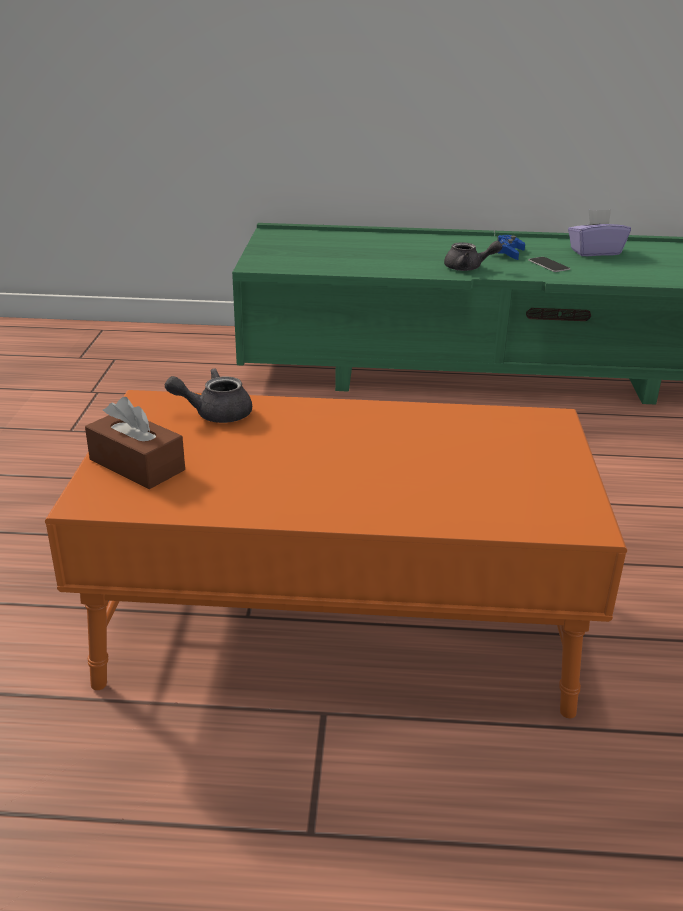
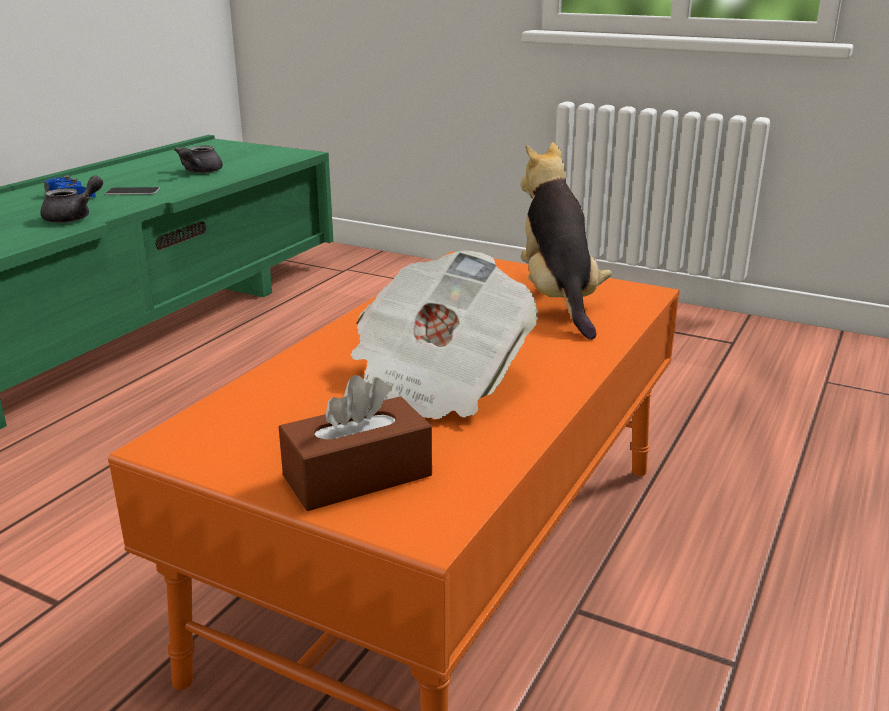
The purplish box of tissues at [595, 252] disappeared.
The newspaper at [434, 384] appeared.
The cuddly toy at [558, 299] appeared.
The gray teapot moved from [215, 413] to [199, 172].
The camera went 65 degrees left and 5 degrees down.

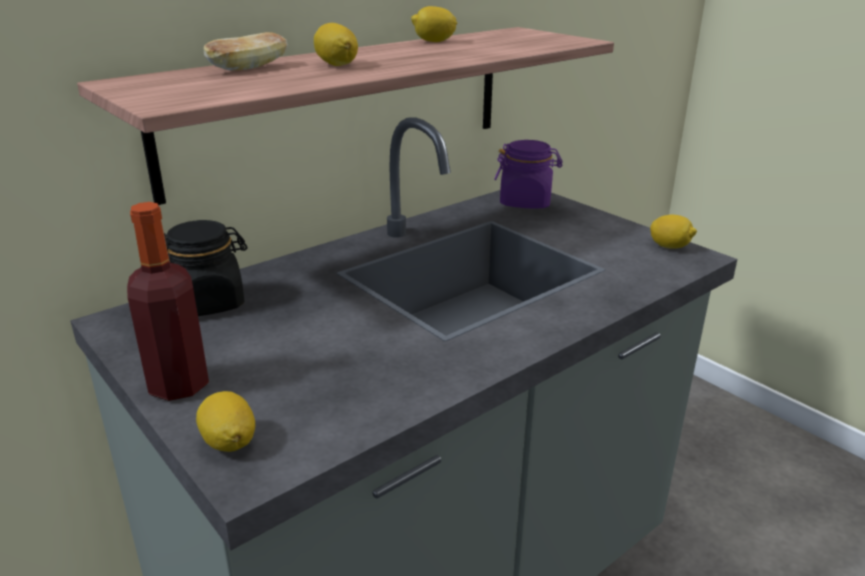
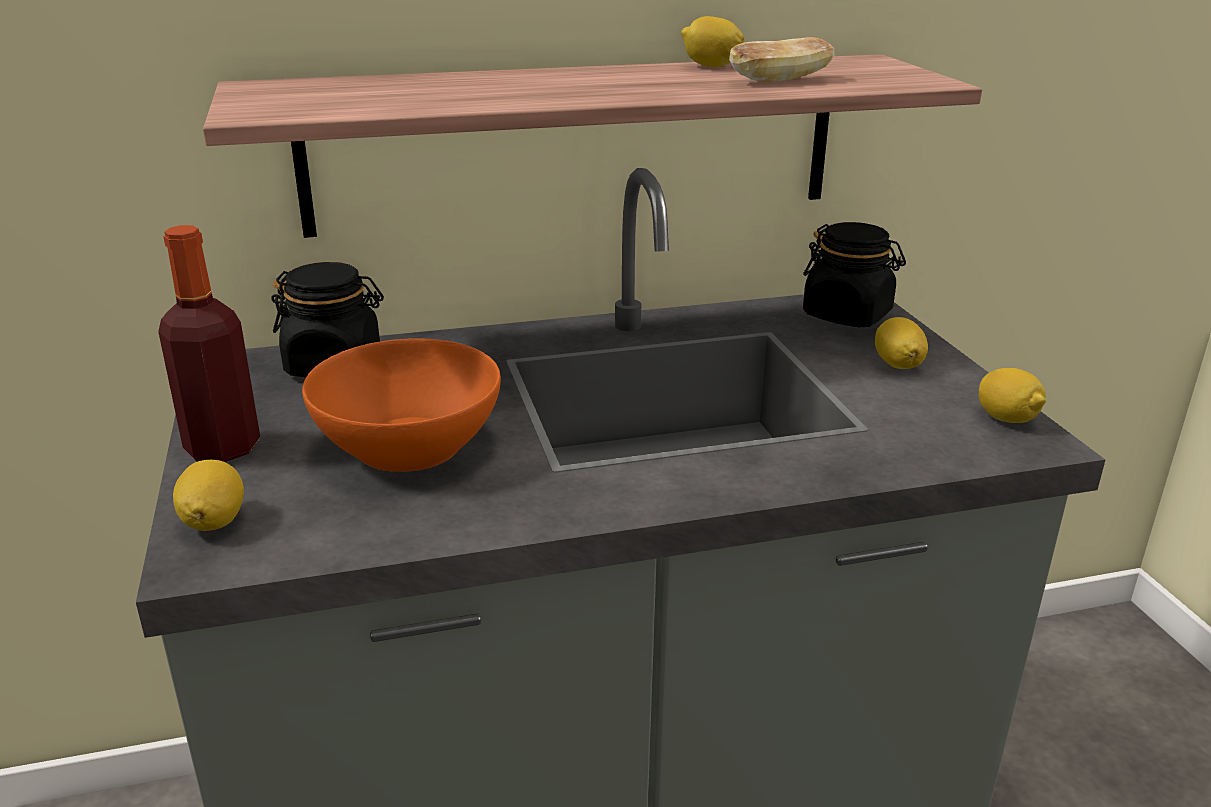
The orange-coloured serving bowl at [409, 445] appeared.
The bakery bread moved from [249, 69] to [780, 81].
The citrus fruit moved from [337, 65] to [897, 364].
The purplish storage jar at [526, 202] became the blackish storage jar at [847, 315].
The camera went 25 degrees right and 0 degrees up.

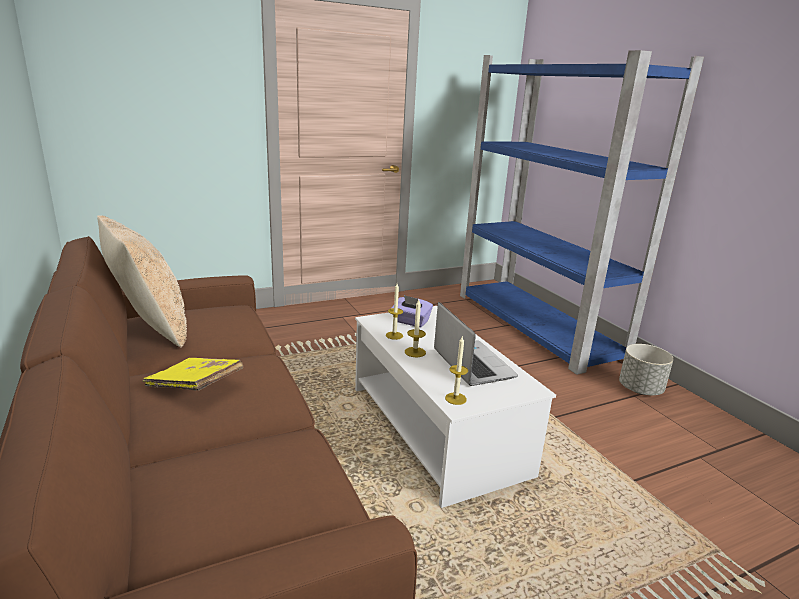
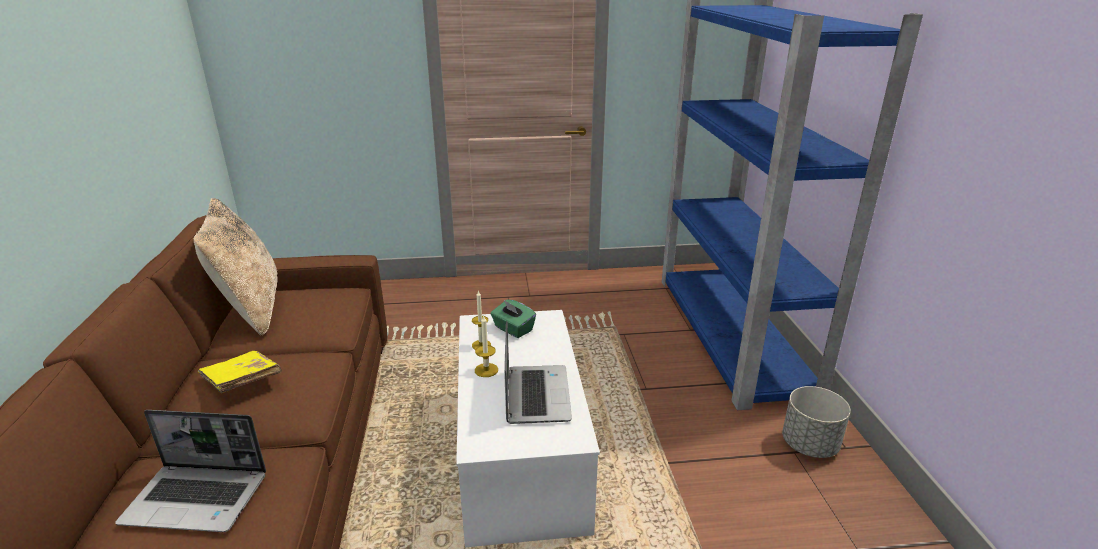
The wax candle at [455, 398] disappeared.
The portable computer at [198, 498] appeared.
The purplish box of tissues at [410, 322] became the green-coloured box of tissues at [513, 329].
The camera went 20 degrees right and 5 degrees up.

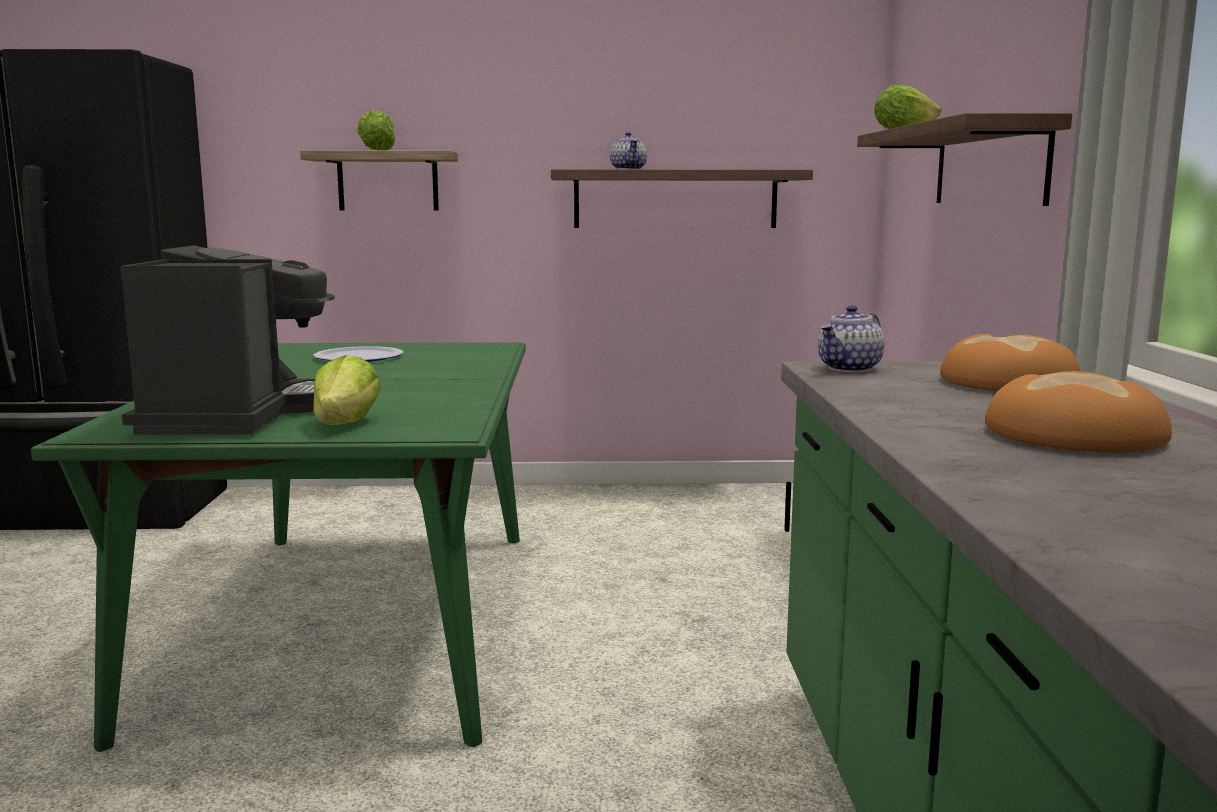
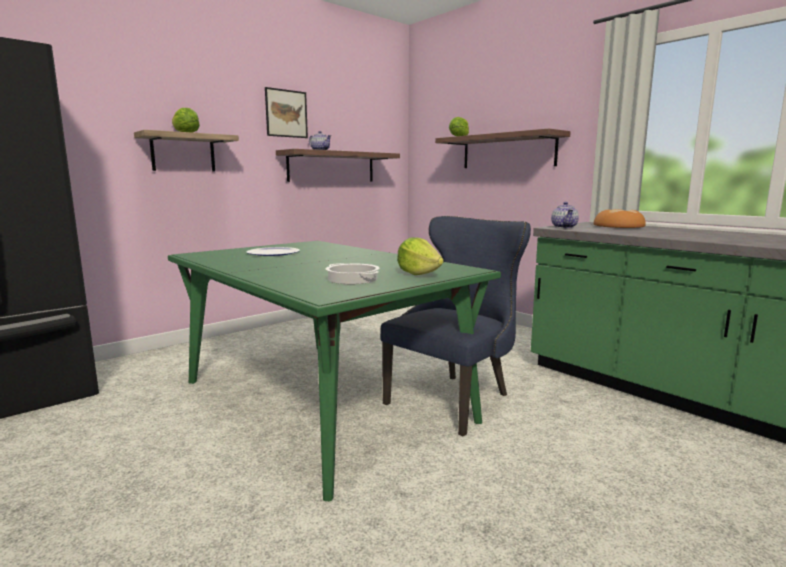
The bakery bread at [1075, 435] disappeared.
The wall picture at [286, 113] appeared.
The blue-coloured plain chair at [454, 399] appeared.
The coffee maker at [236, 415] was replaced by the cooking pot at [352, 279].
The camera went 40 degrees left and 0 degrees up.

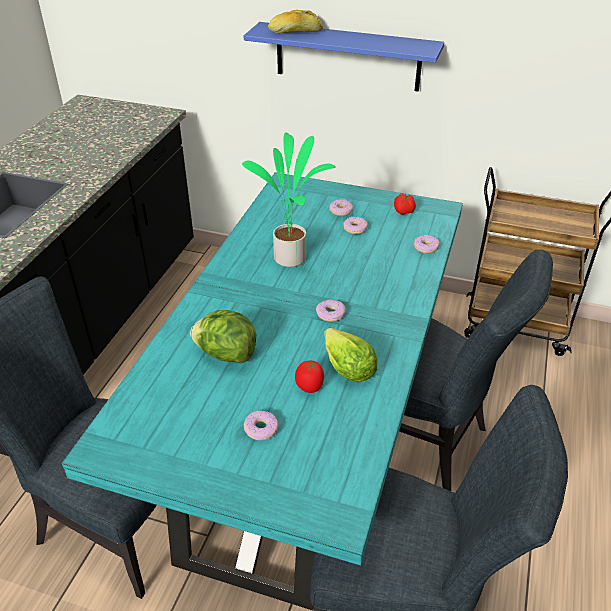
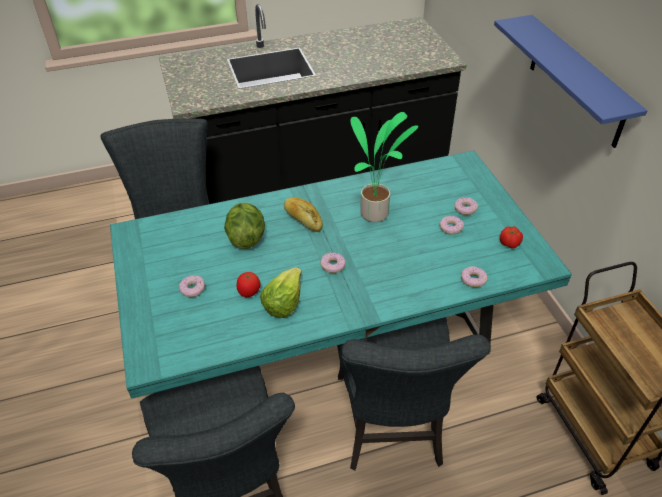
The bakery bread moved from [295, 32] to [303, 219].
The camera went 55 degrees right and 5 degrees up.

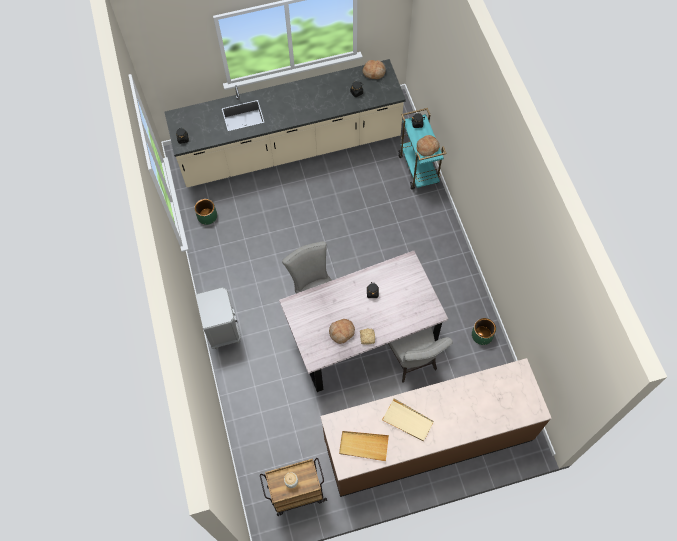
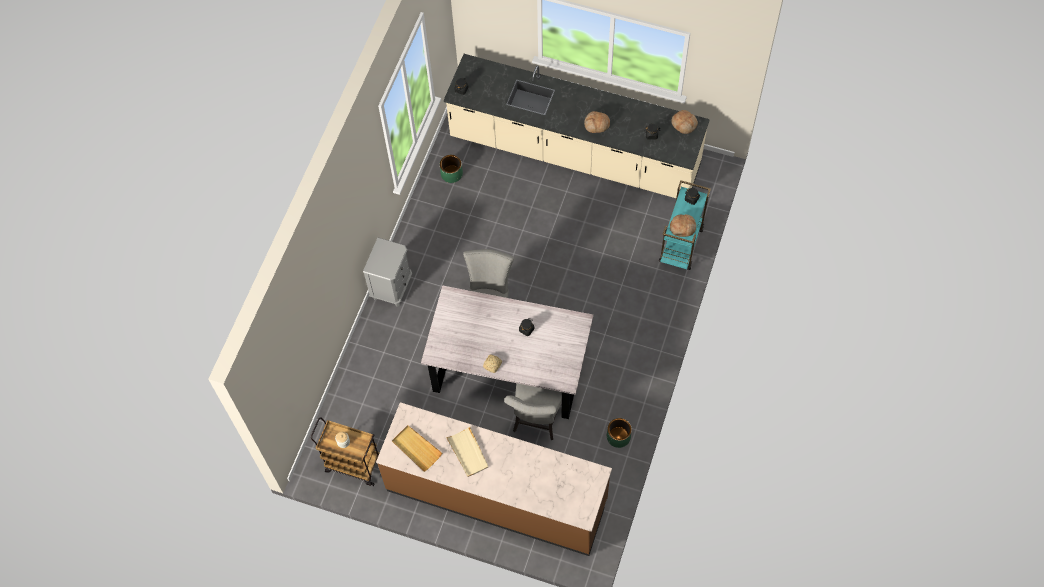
The bakery bread moved from [342, 332] to [596, 125].
The camera went 35 degrees right and 0 degrees up.

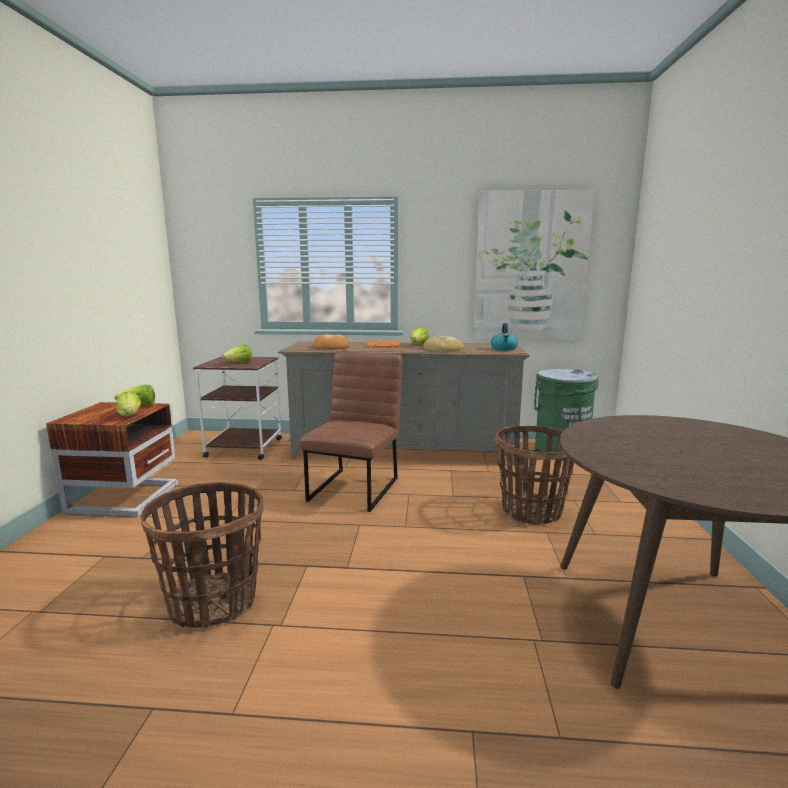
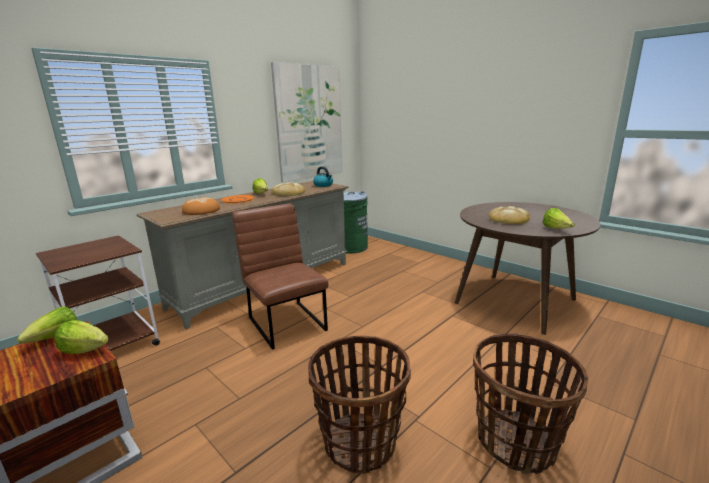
The bakery bread at [509, 219] appeared.
The lettuce head moved from [239, 363] to [556, 229].
The basket moved from [531, 510] to [516, 442].
The camera went 50 degrees left and 5 degrees up.

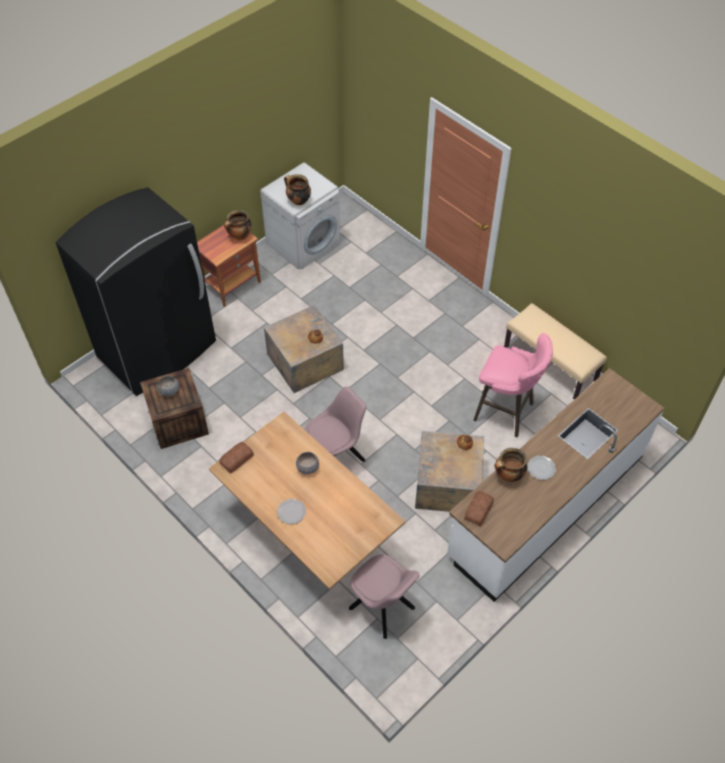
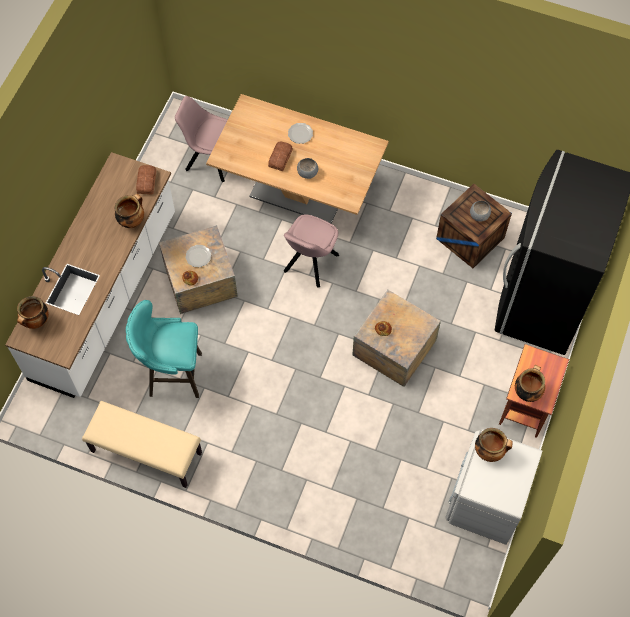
The cooking pot at [36, 321] appeared.
The bakery bread moved from [236, 459] to [281, 158].
The flat dish moved from [541, 468] to [198, 257].
The pink stool seat at [506, 412] became the turquoise-coloured stool seat at [172, 374].
The camera went 155 degrees right and 10 degrees up.

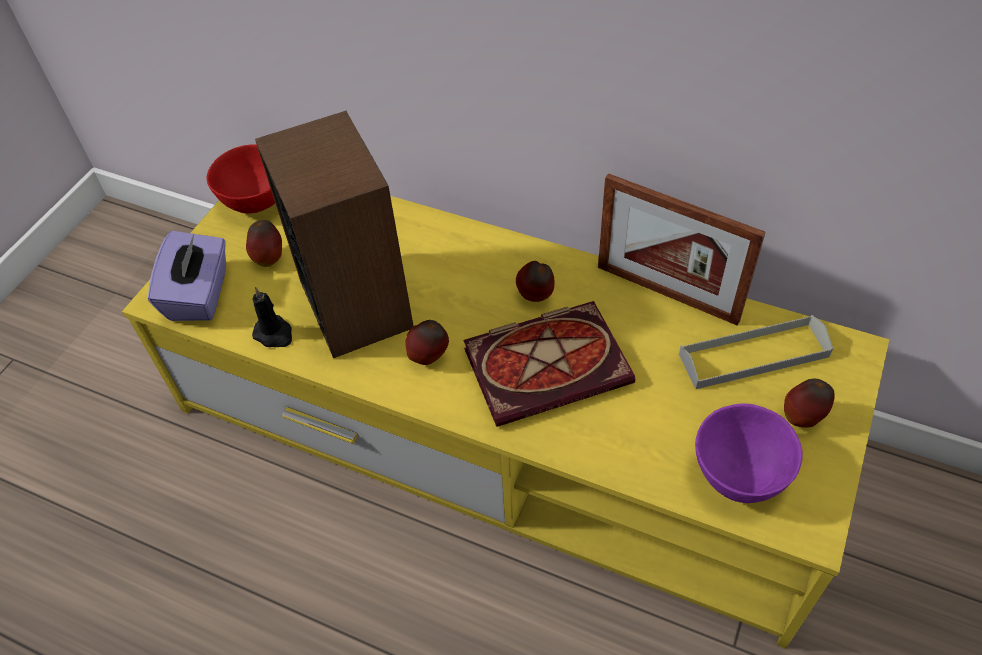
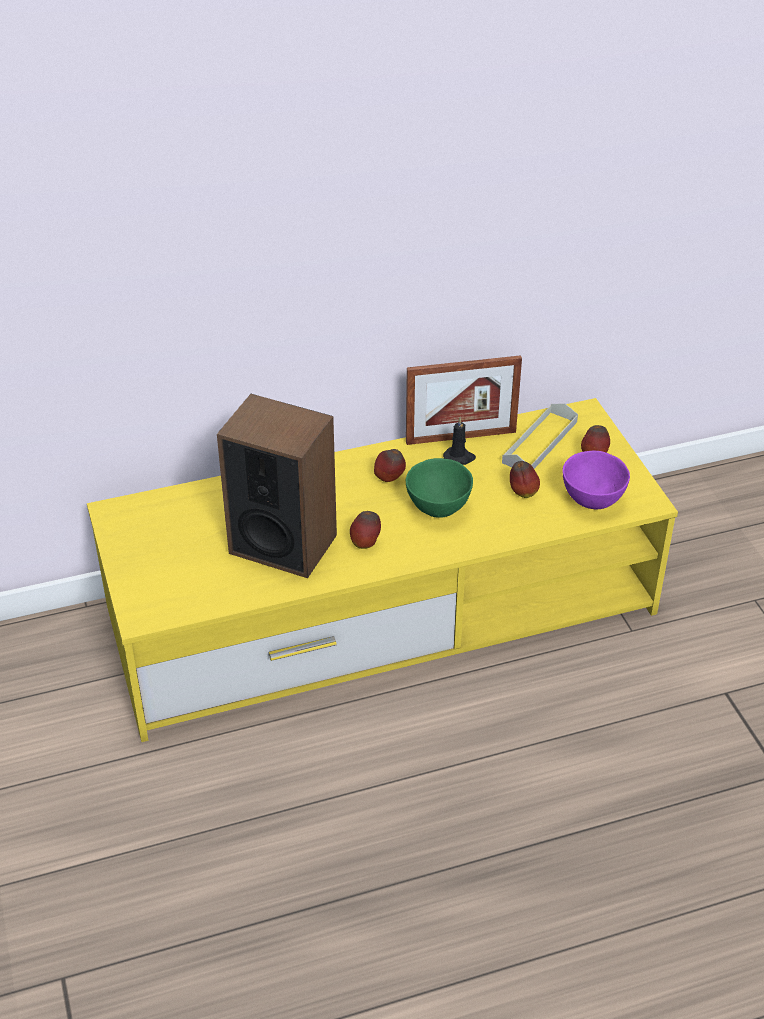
The purplish box of tissues at [200, 294] disappeared.
The reddish serving bowl at [258, 202] disappeared.
The apple fruit moved from [269, 259] to [522, 493].
The blackish wax candle moved from [274, 334] to [459, 458].
The bound book at [549, 363] was replaced by the green-coloured serving bowl at [438, 506].
The camera went 45 degrees left and 10 degrees down.

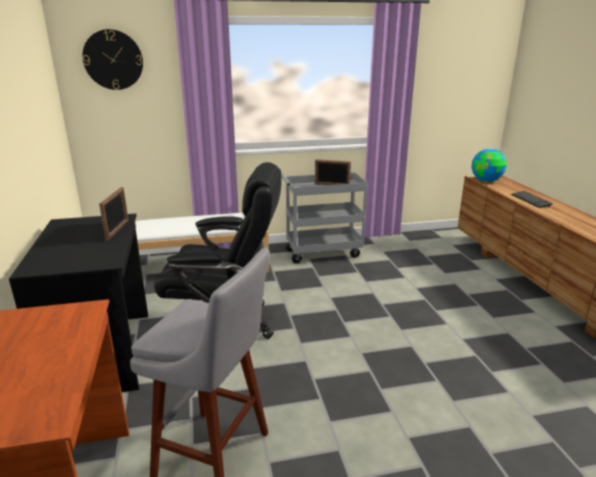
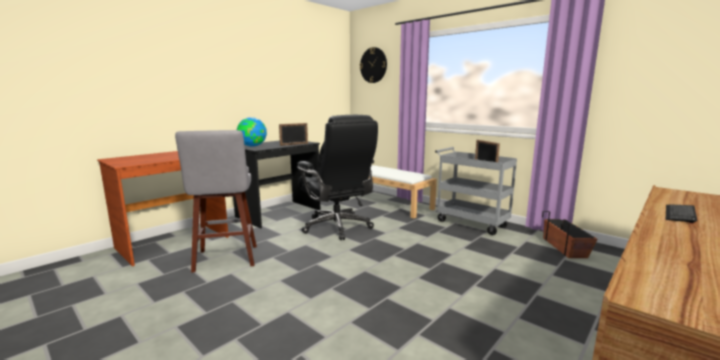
The planter at [565, 247] appeared.
The desk globe moved from [486, 180] to [252, 146].
The camera went 55 degrees right and 10 degrees down.

